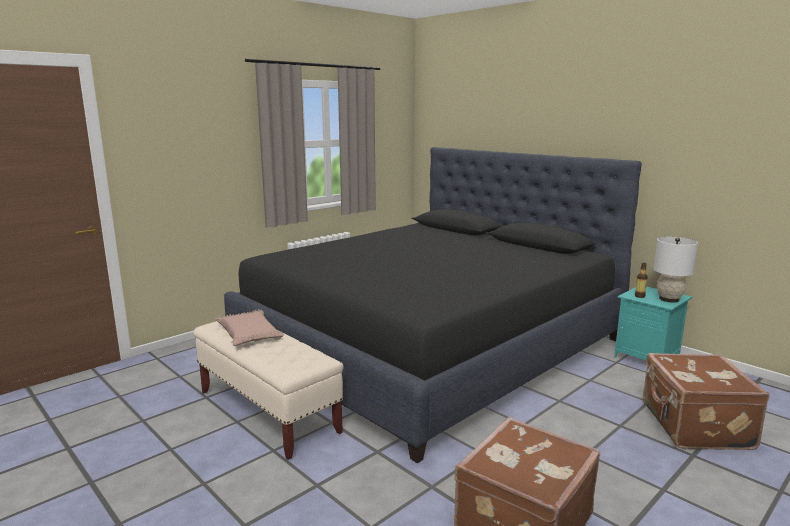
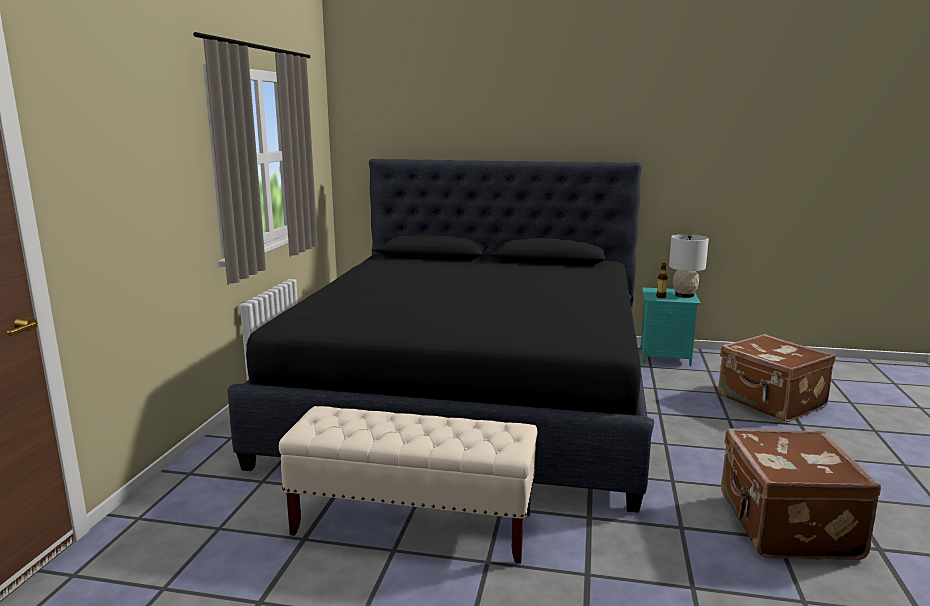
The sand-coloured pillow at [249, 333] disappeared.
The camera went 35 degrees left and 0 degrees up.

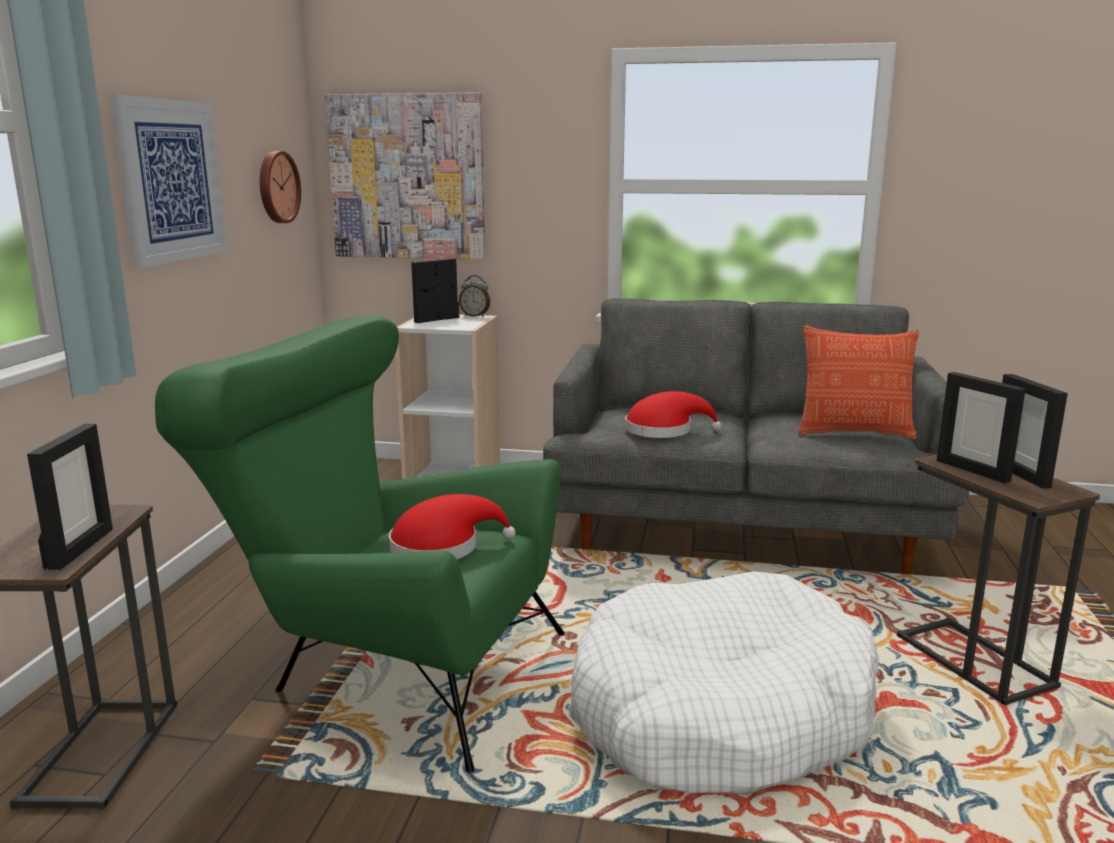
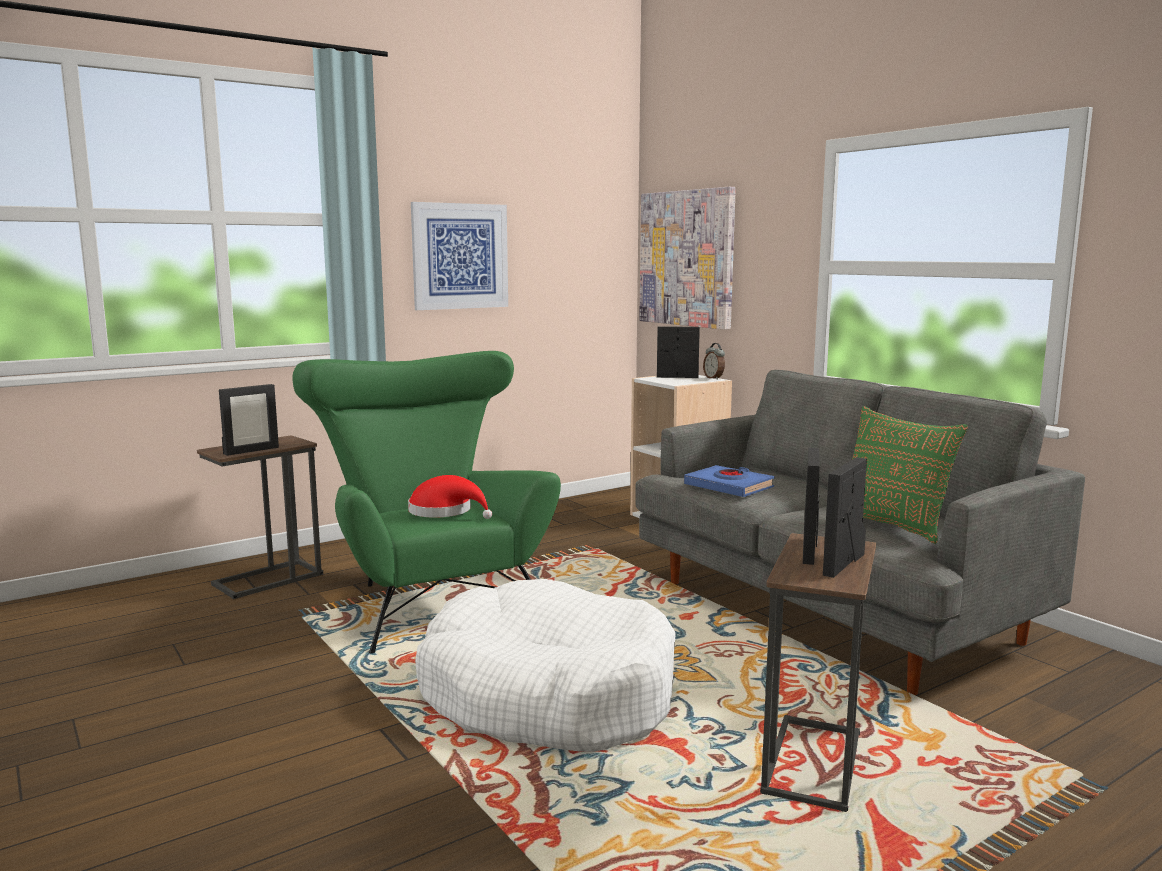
The hanging clock at [277, 187] disappeared.
The reddish hat at [664, 430] was replaced by the blue-coloured bound book at [729, 487].
The orange-coloured pillow at [854, 433] became the green-coloured pillow at [892, 526].
The camera went 45 degrees right and 5 degrees down.

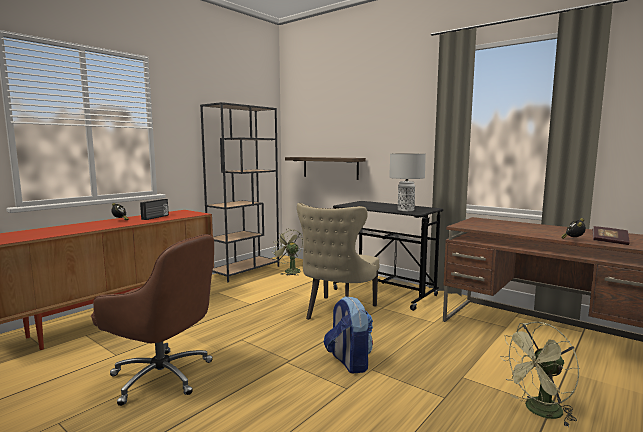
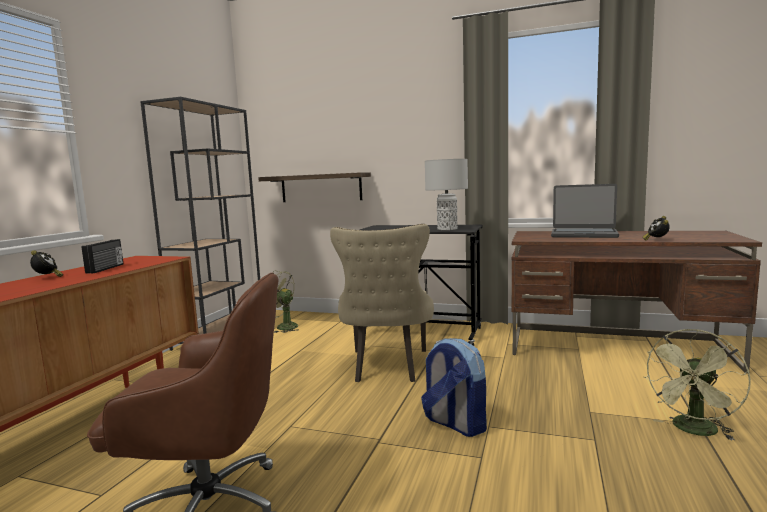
The bound book at [609, 242] disappeared.
The portable computer at [583, 234] appeared.
The camera went 20 degrees left and 0 degrees up.

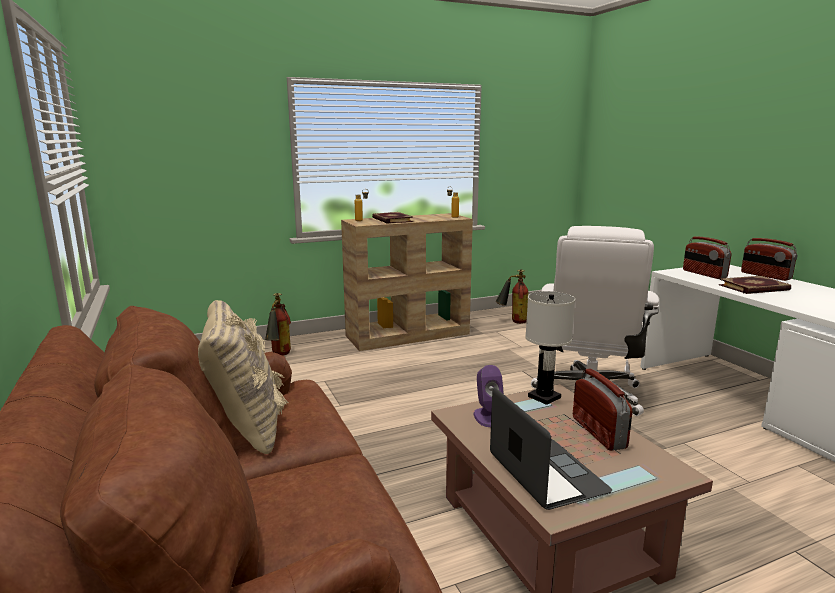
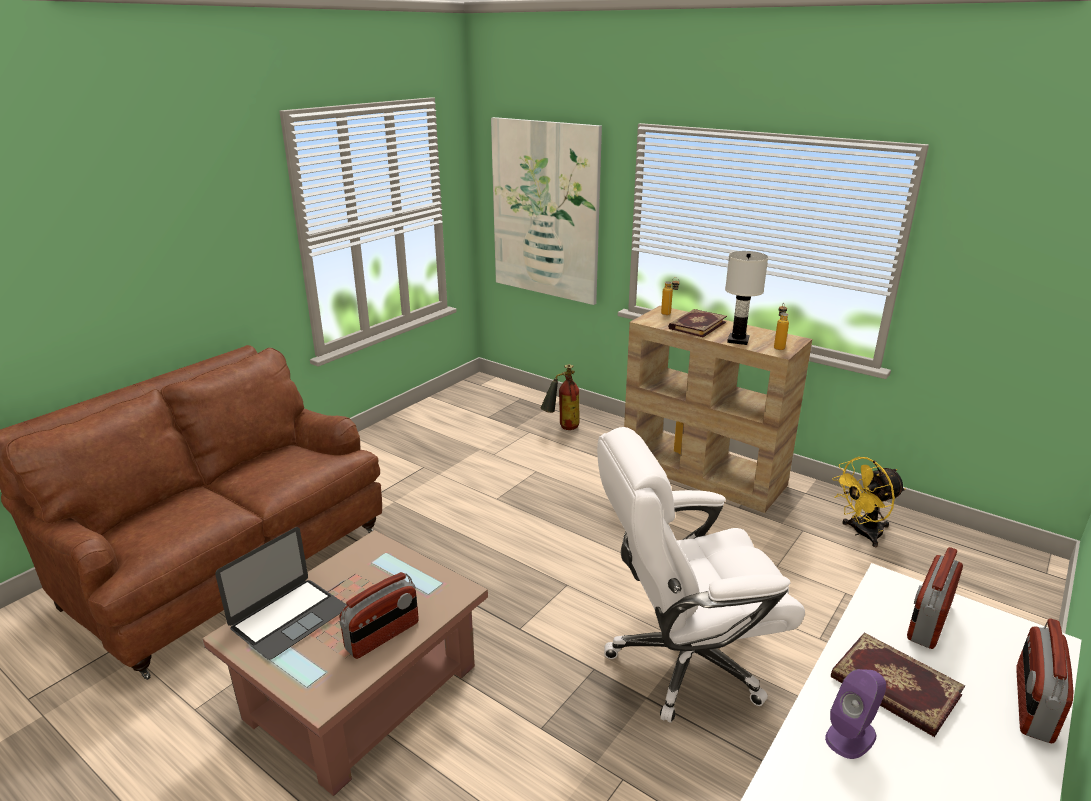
The sand-coloured pillow at [249, 425] disappeared.
The wall picture at [545, 210] appeared.
The purplish audio speaker moved from [487, 417] to [851, 736].
The white lamp for a table moved from [543, 397] to [737, 340].
The fire extinguisher at [513, 321] was replaced by the yellowish cooling fan at [861, 533].
The camera went 60 degrees right and 10 degrees up.

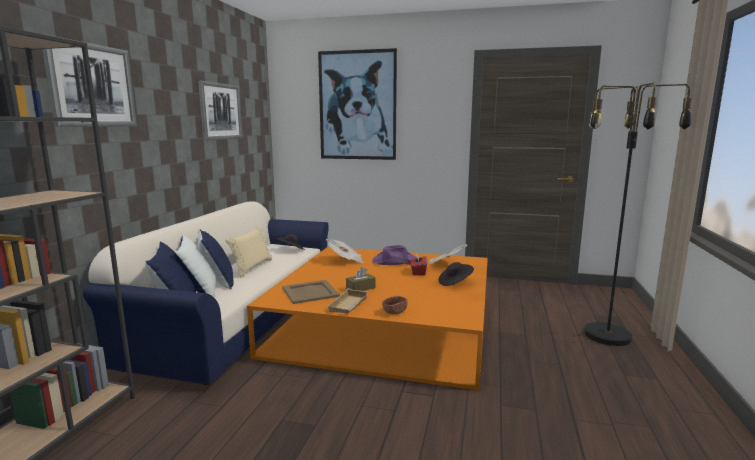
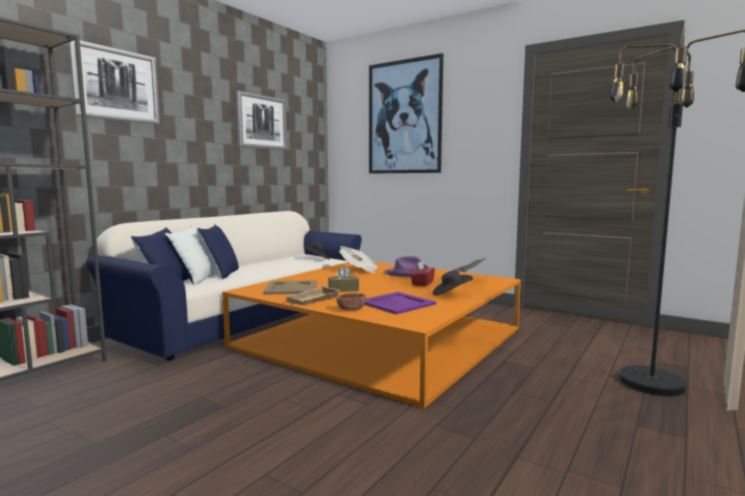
The sand-coloured pillow at [251, 267] disappeared.
The purplish carrying tray at [397, 303] appeared.
The camera went 20 degrees right and 5 degrees down.

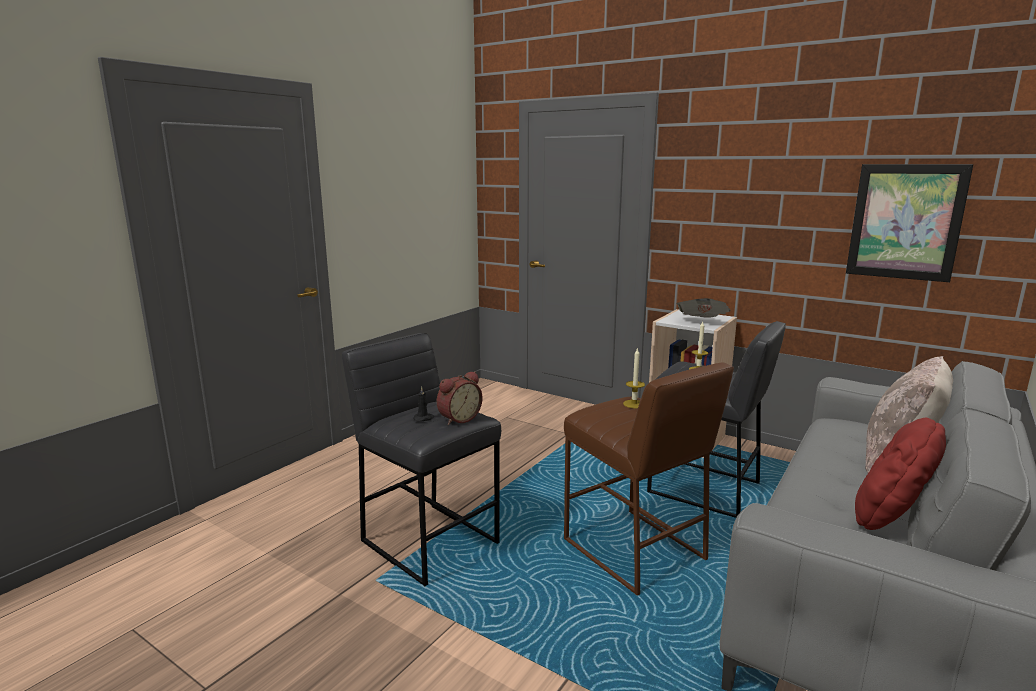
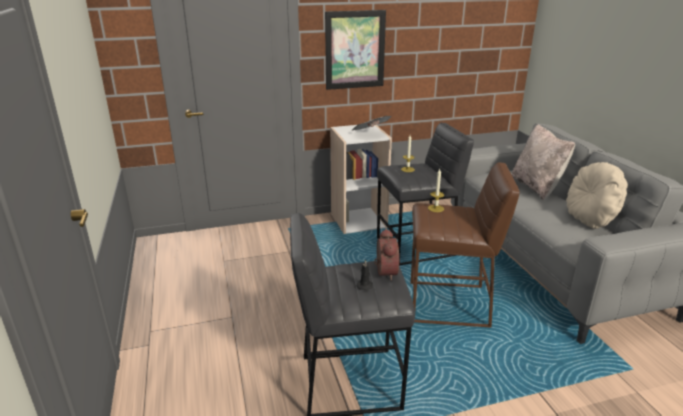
The wall picture moved from [905, 222] to [355, 50].
The reddish pillow at [889, 522] became the sand-coloured pillow at [589, 221].
The camera went 50 degrees left and 10 degrees up.

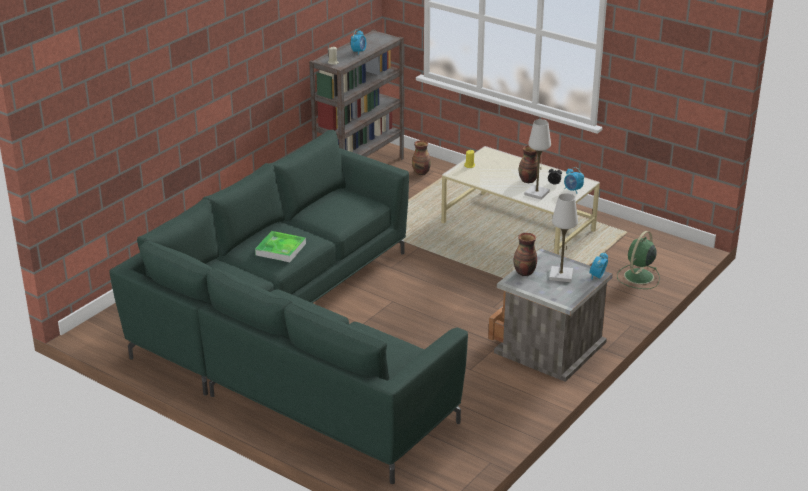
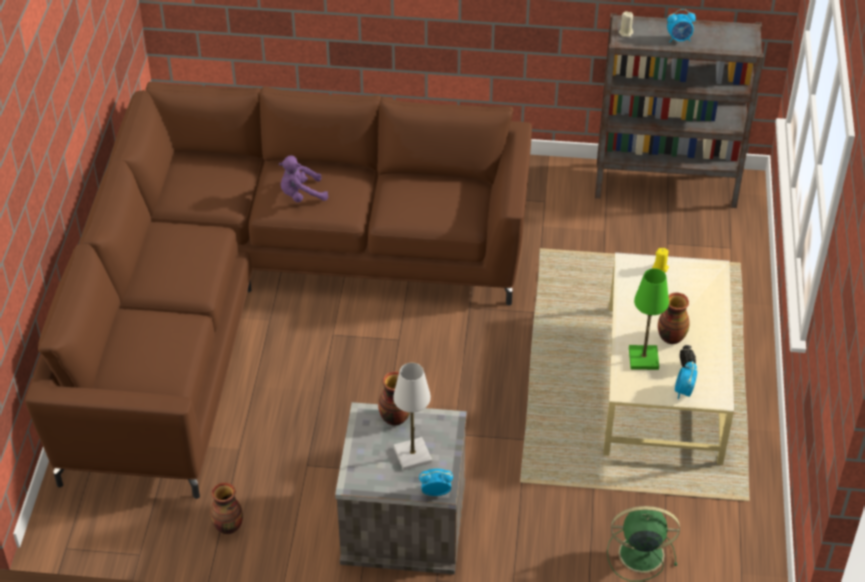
The flower vase moved from [421, 172] to [228, 526].
The carrying tray at [280, 249] was replaced by the purplish cuddly toy at [301, 195].
The green-coloured sofa at [296, 342] became the brown-coloured sofa at [261, 298].
The white lamp for a table at [537, 193] became the green-coloured lamp for a table at [643, 359].
The camera went 60 degrees right and 15 degrees up.

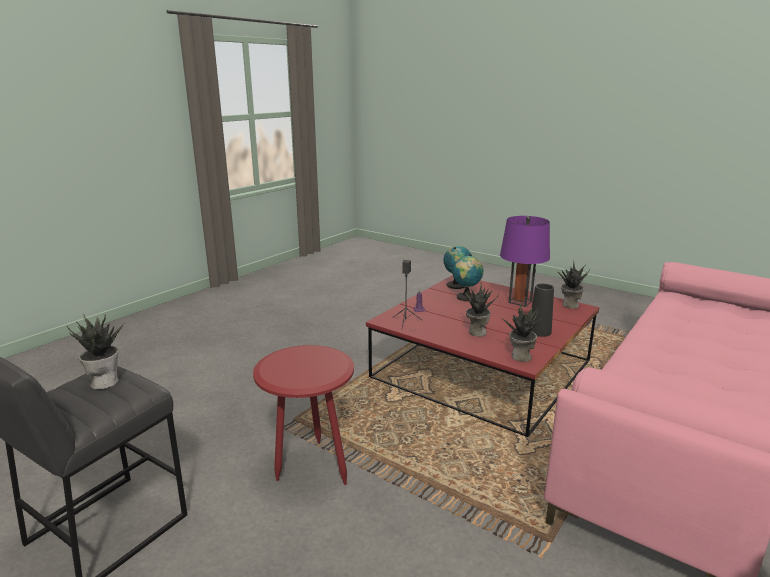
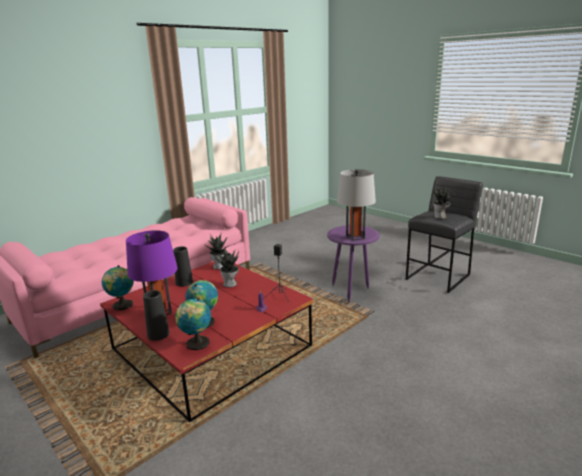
The blackish flower vase at [158, 334] appeared.
The gray lamp for a table at [355, 237] appeared.
The potted plant at [569, 305] was replaced by the desk globe at [122, 306].
The reddish side table at [310, 469] became the purplish side table at [352, 291].
The camera went 170 degrees left and 0 degrees up.

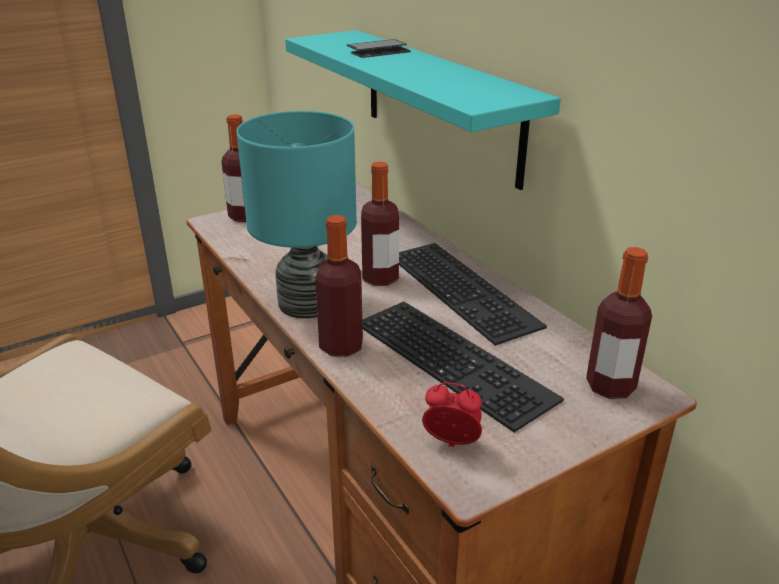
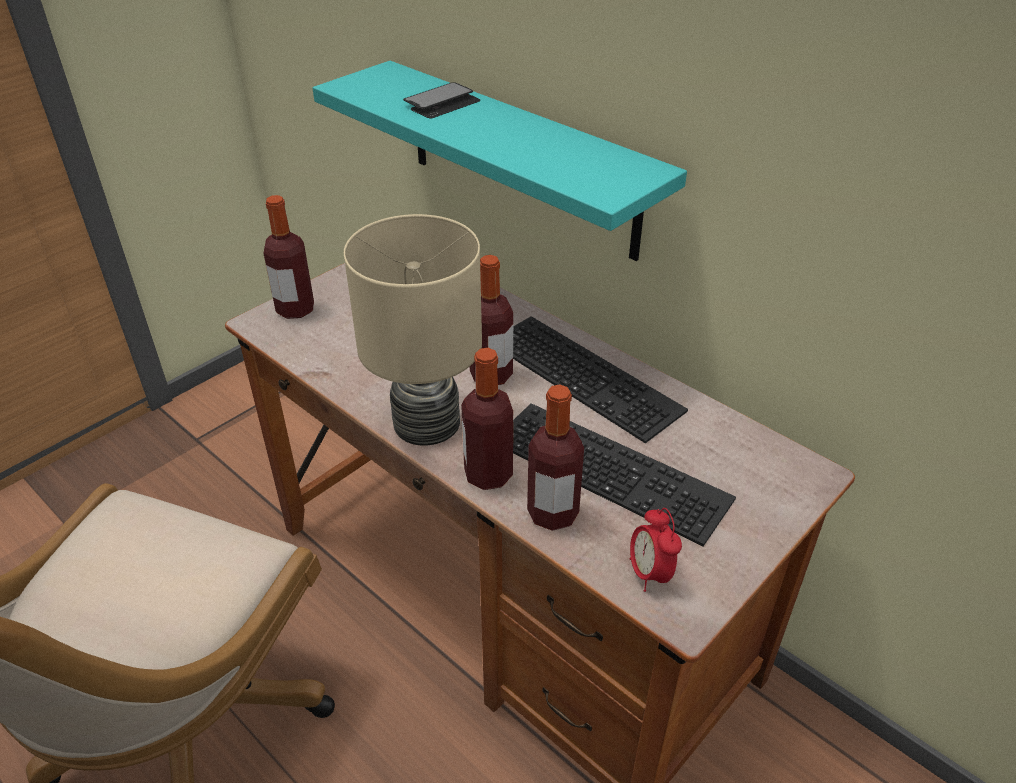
The drink bottle moved from [610, 386] to [553, 513].
The turquoise-coloured lamp for a table at [308, 303] became the sand-coloured lamp for a table at [427, 423].
The table clock at [452, 444] turned 105 degrees counterclockwise.
The camera went 15 degrees left and 10 degrees up.

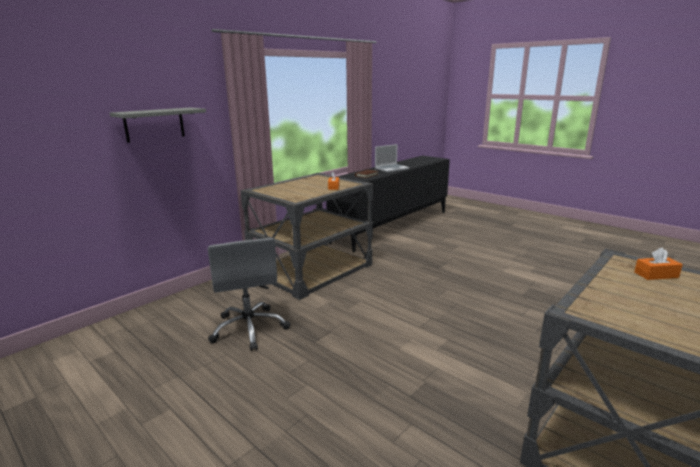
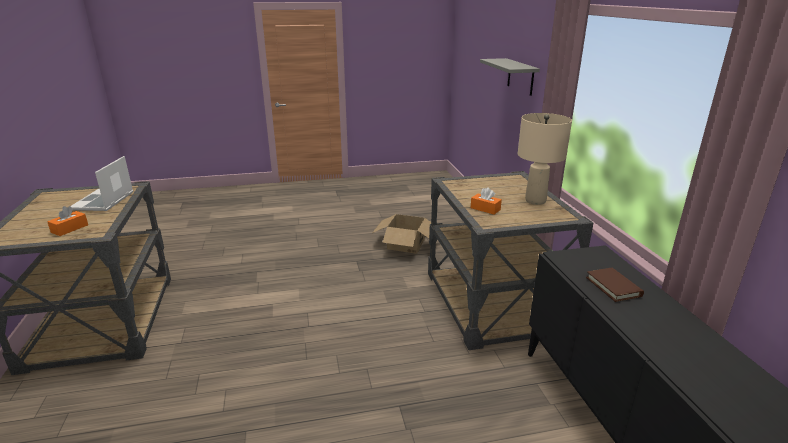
The sand-coloured lamp for a table at [535, 201] appeared.
The portable computer moved from [391, 169] to [103, 201].
The gray office chair at [249, 329] was replaced by the carton at [406, 244].
The camera went 125 degrees right and 5 degrees up.

